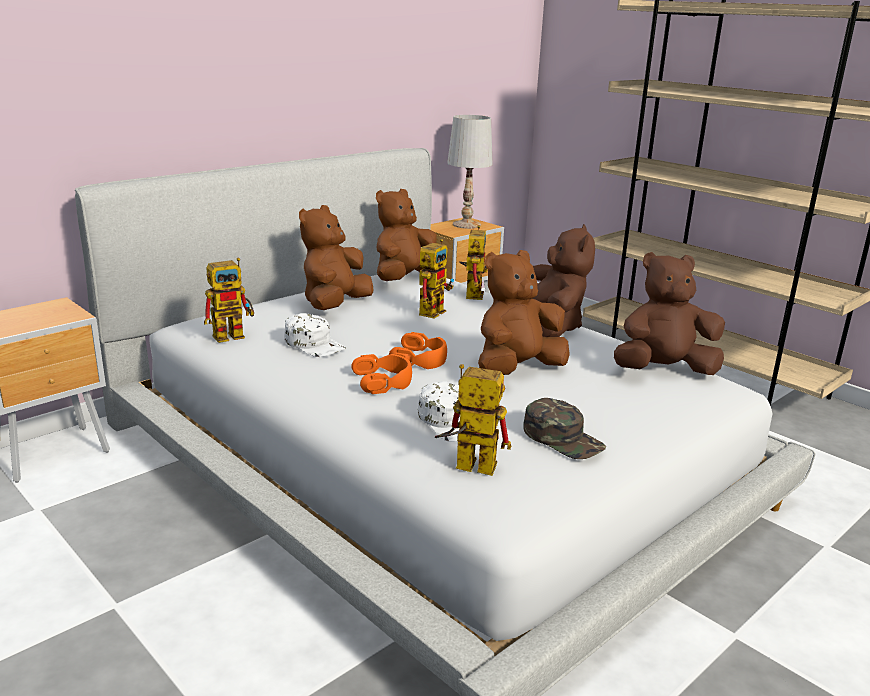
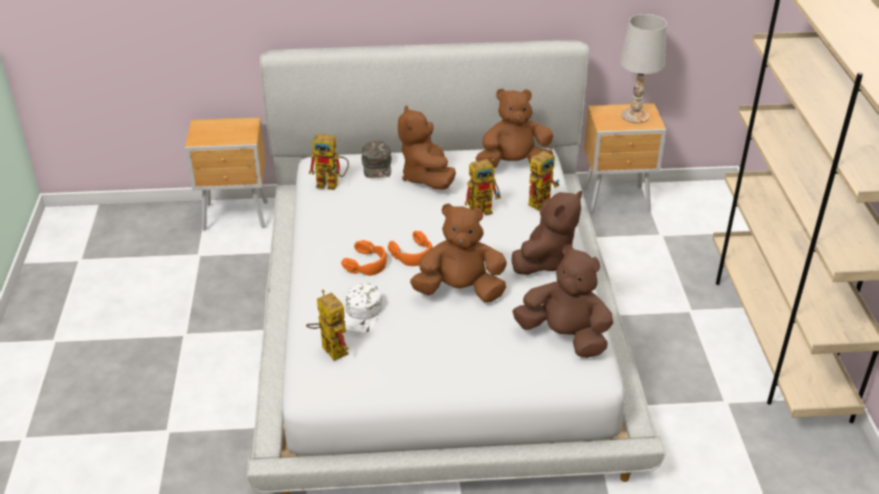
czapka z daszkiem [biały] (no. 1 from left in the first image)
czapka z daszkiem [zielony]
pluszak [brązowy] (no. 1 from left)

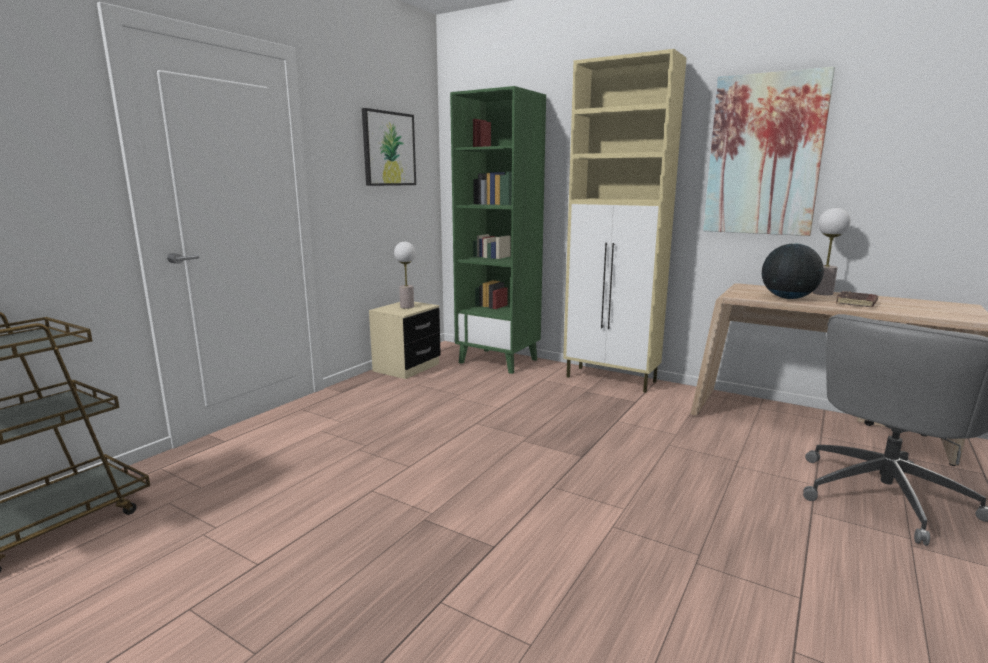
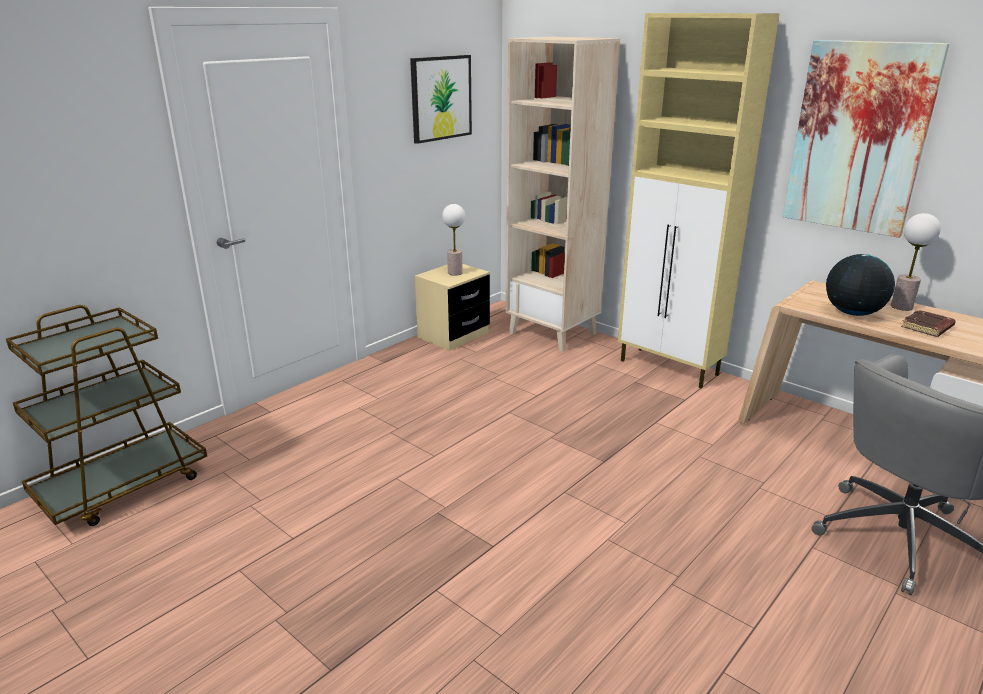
regał [beżowy]

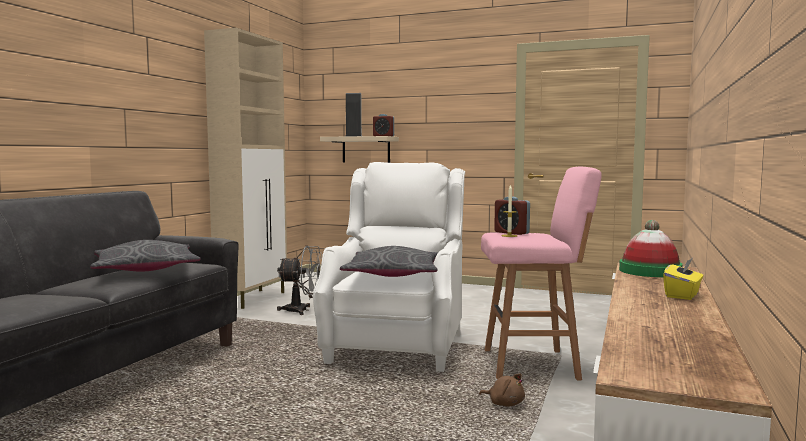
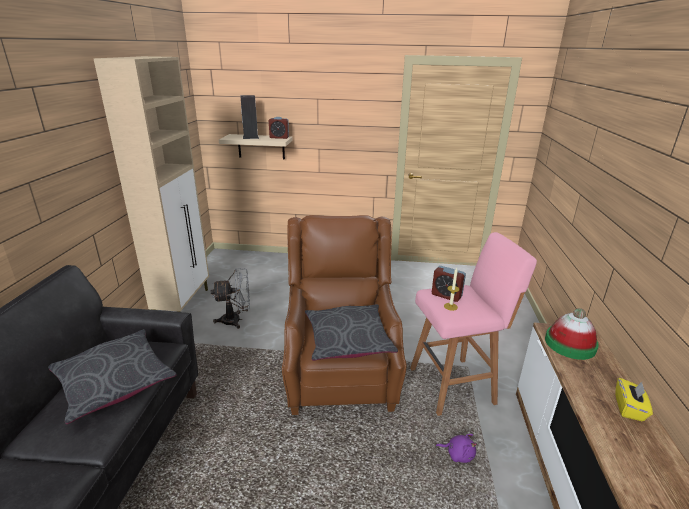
fotel [brązowy]
pluszak [fioletowy]

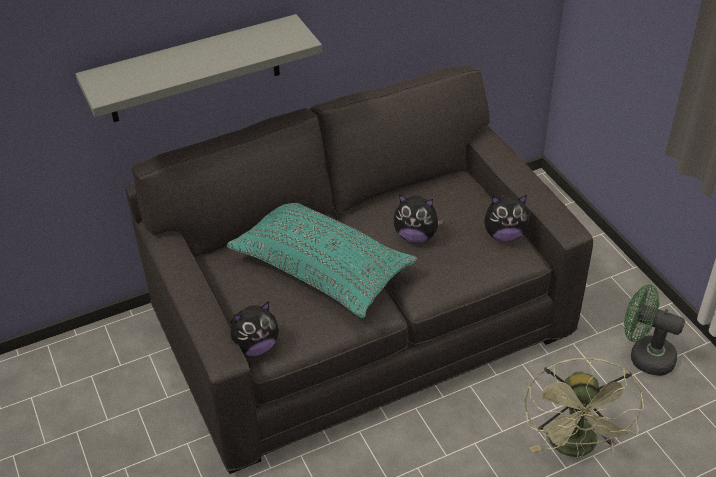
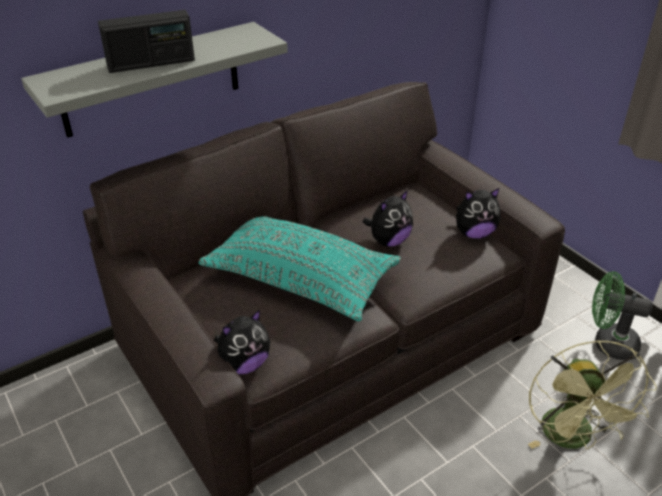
radio
pluszak (no. 2 from left)

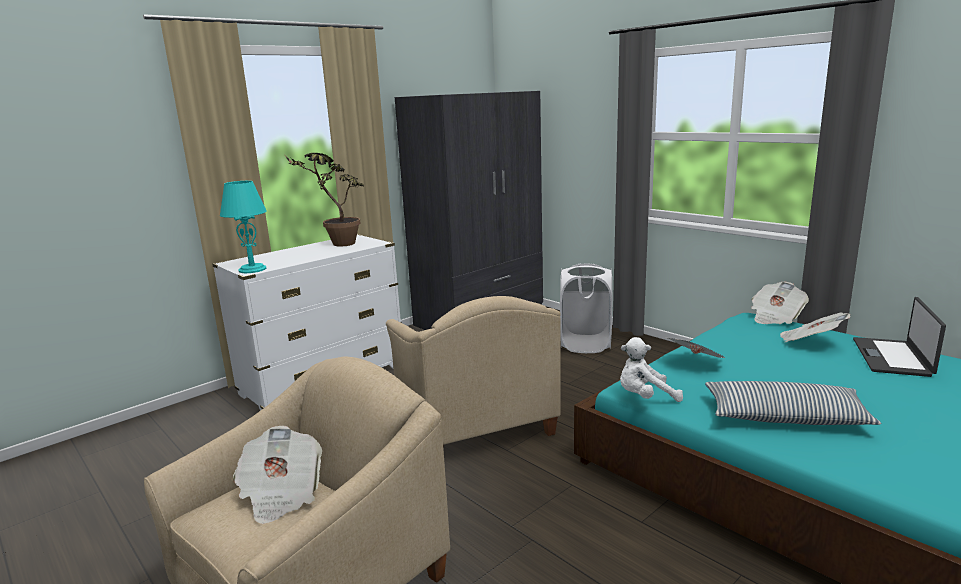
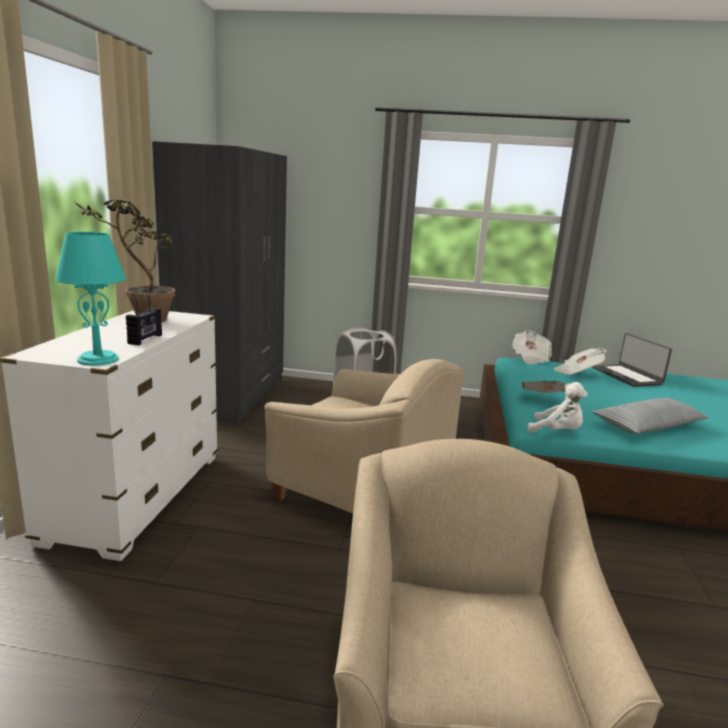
gazeta (no. 1 from left in the first image)
radio
pluszak [biały]

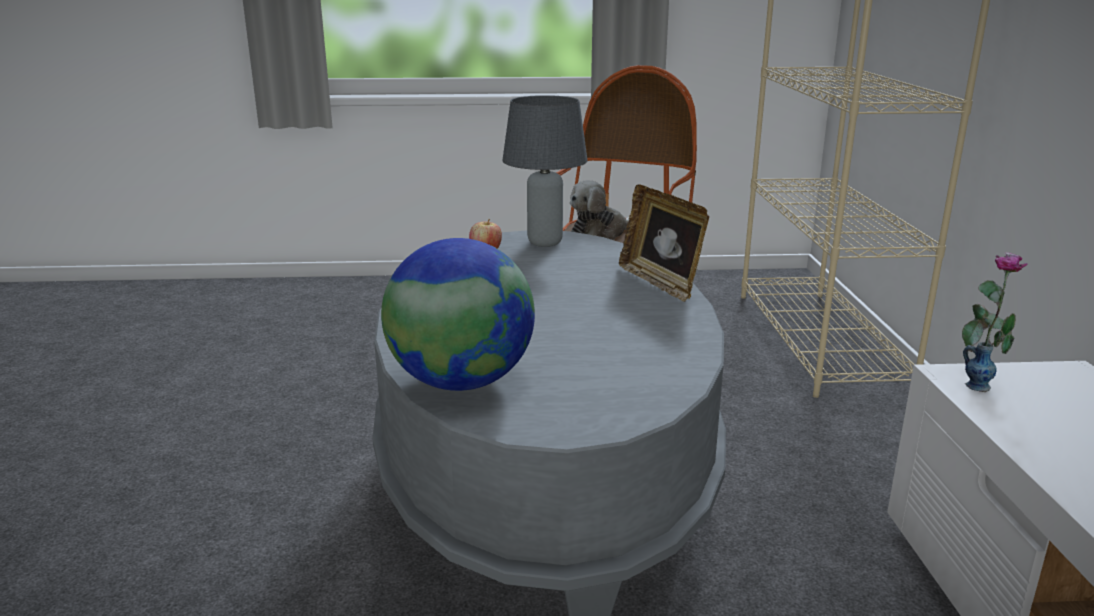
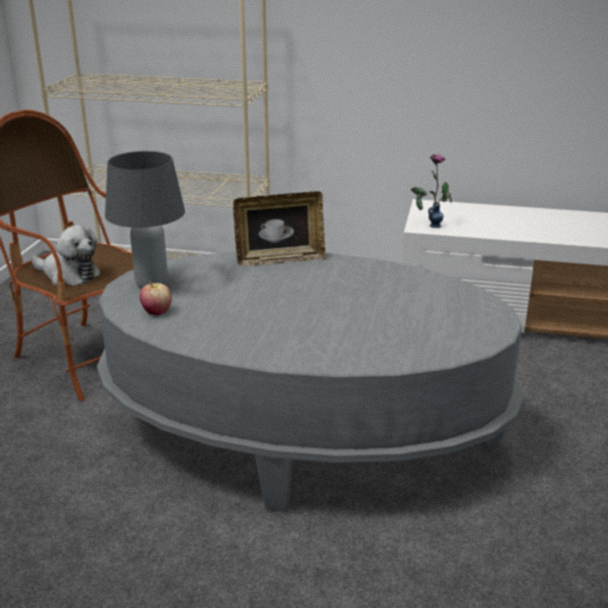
globus
pluszak

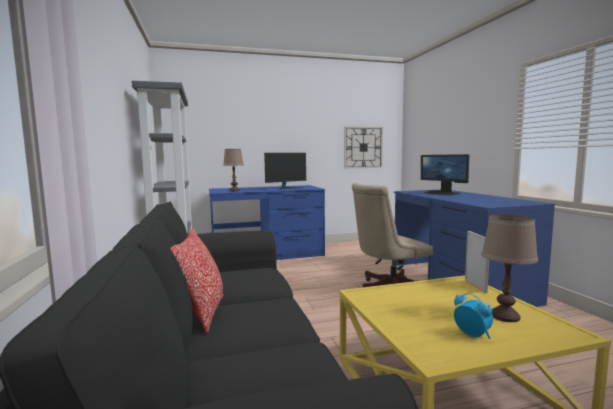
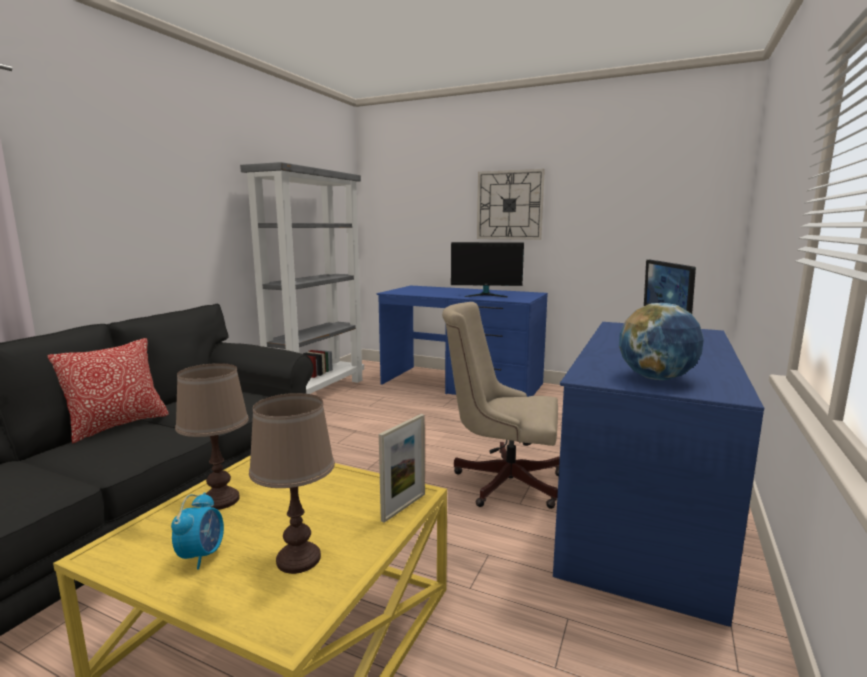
globus
lampa stołowa [brązowy] (no. 1 from left)
zegar ścienny

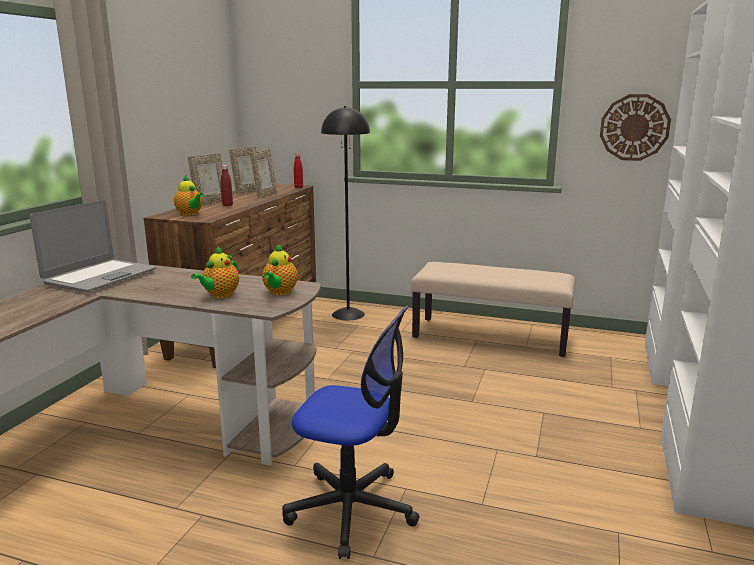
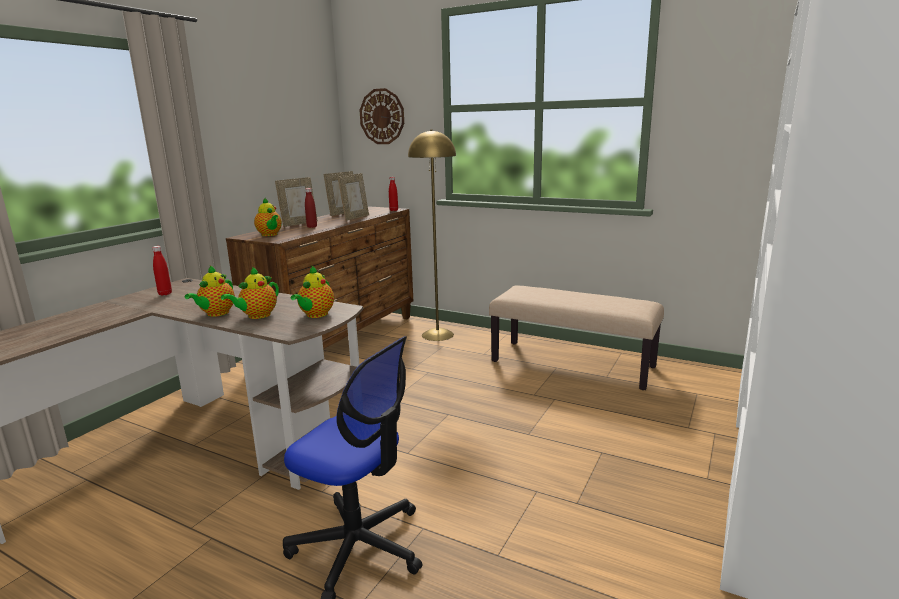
imbryk (no. 1 from left)
zegar ścienny
butelka [czerwony] (no. 1 from left)
lampa stojąca [żółty]

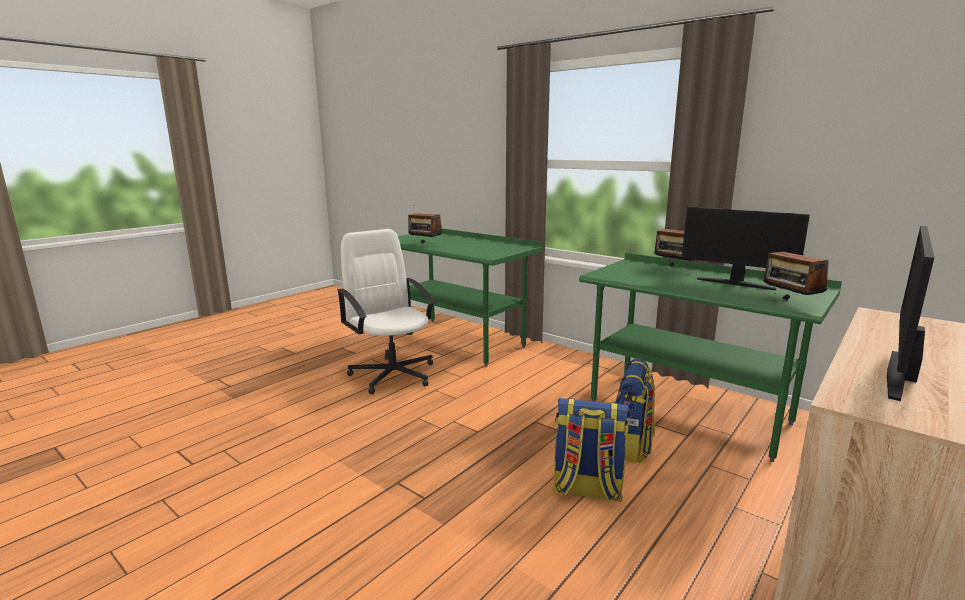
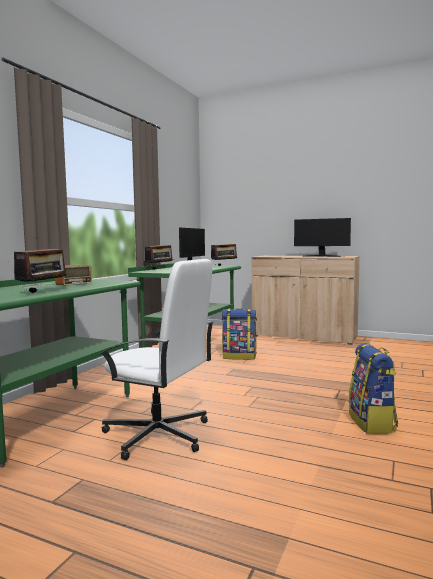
radio (no. 2 from left)
plecak (no. 2 from left)
krzesło biurowe [biały]

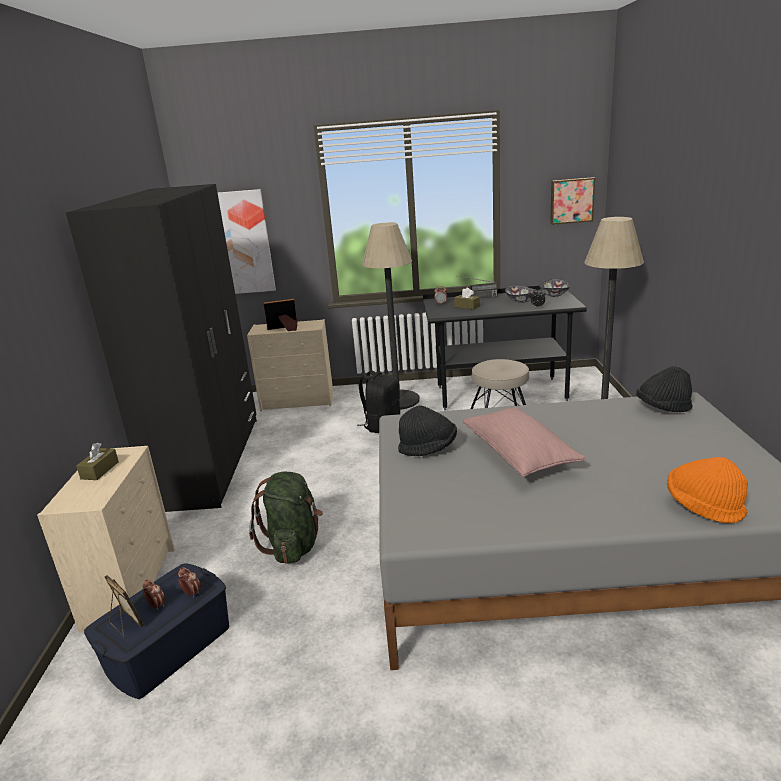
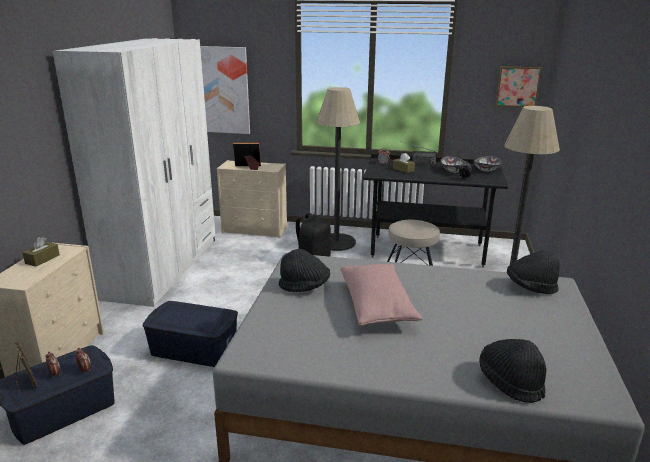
pojemnik do przechowywania [niebieski] (no. 2 from left)
szafa [biały]
kapelusz [czarny] (no. 2 from left)

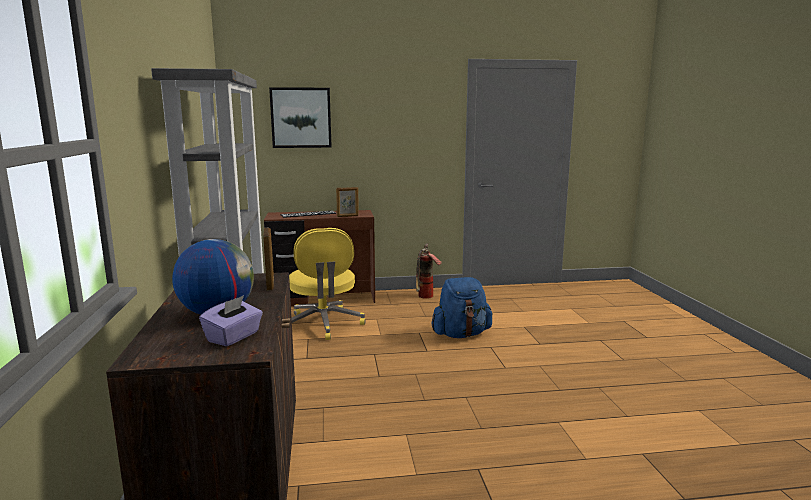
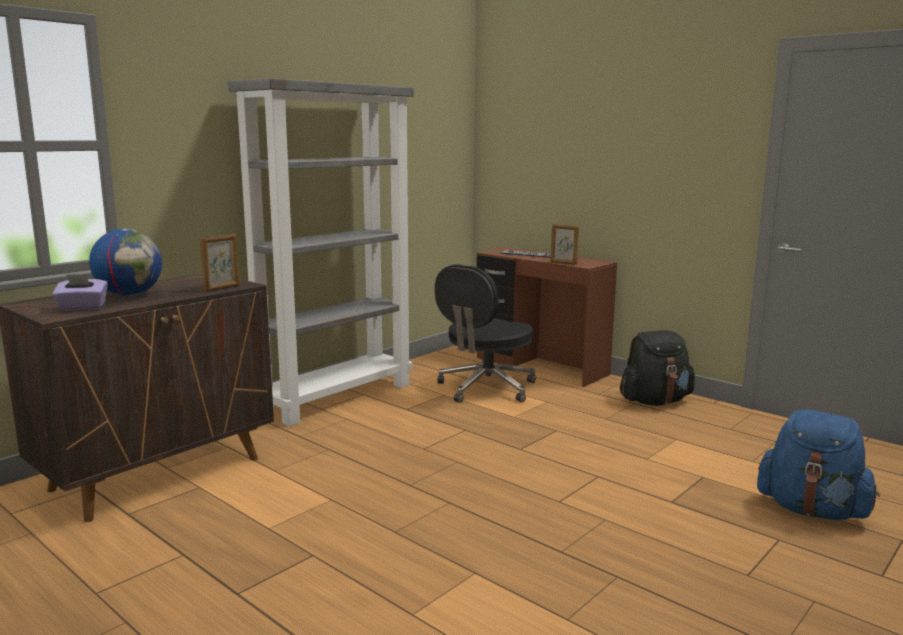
obraz
plecak [niebieski]
plecak [czarny]
krzesło biurowe [czarny]

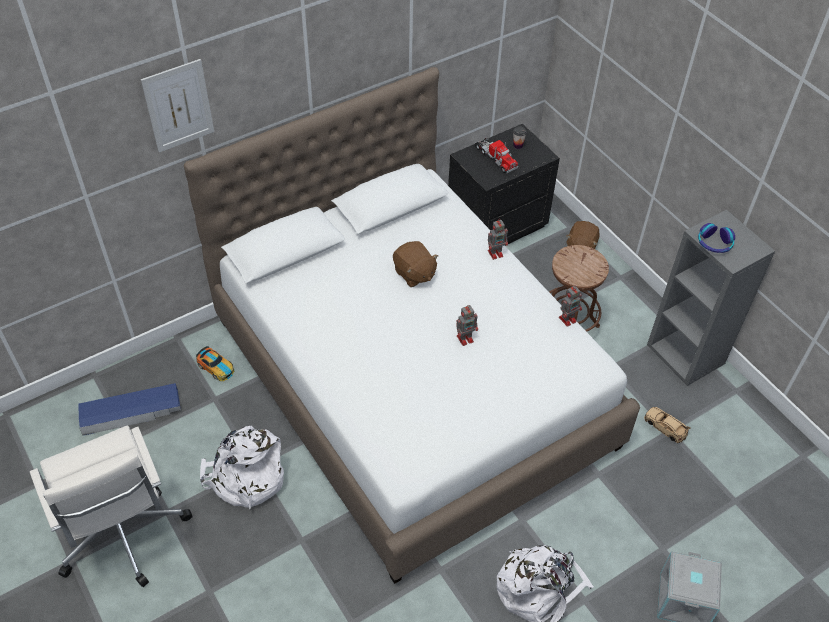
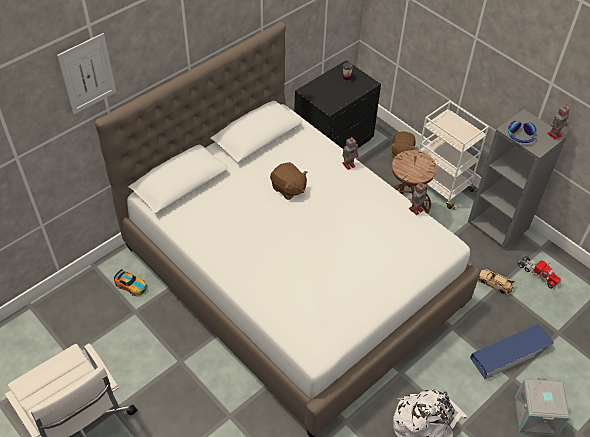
plecak [biały] (no. 1 from left in the first image)
wózek [biały]
pojemnik do przechowywania [niebieski]
robot zabawkowy (no. 3 from left)
ciężarówka zabawkowa

